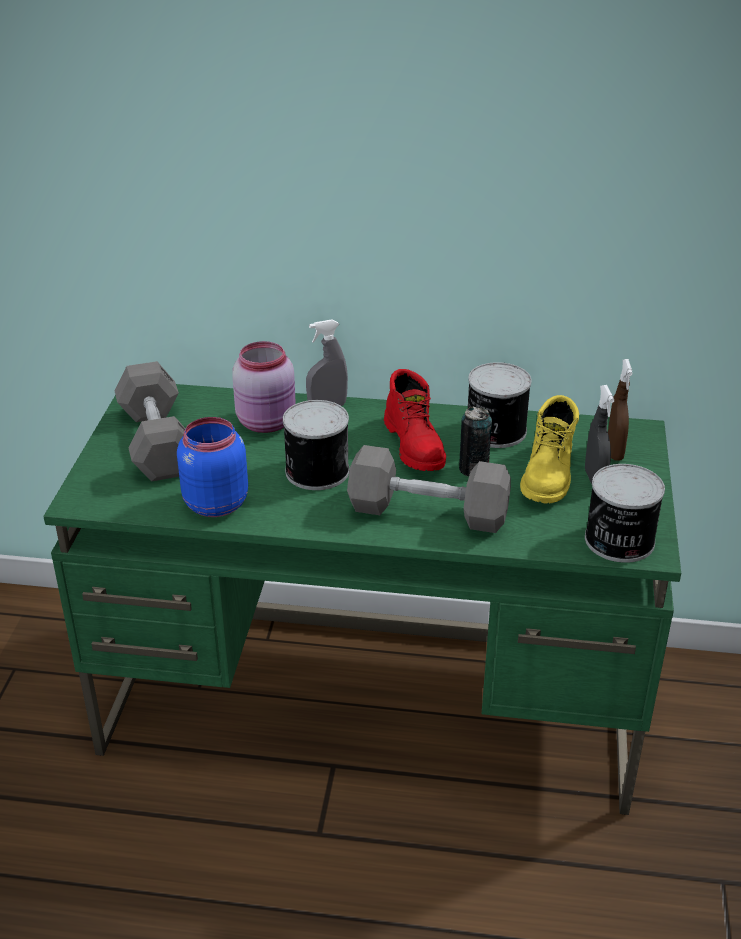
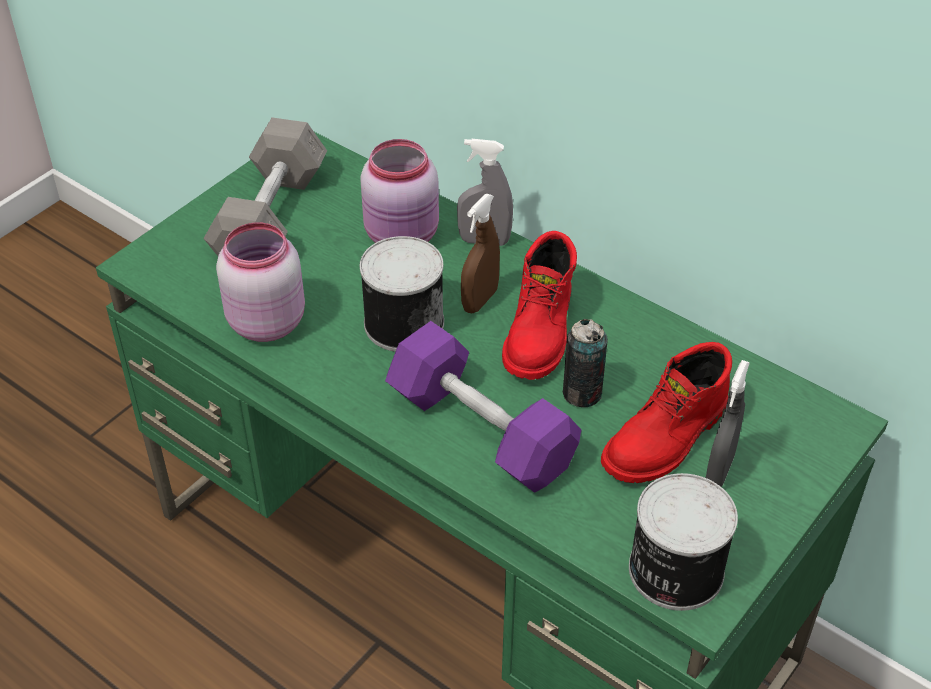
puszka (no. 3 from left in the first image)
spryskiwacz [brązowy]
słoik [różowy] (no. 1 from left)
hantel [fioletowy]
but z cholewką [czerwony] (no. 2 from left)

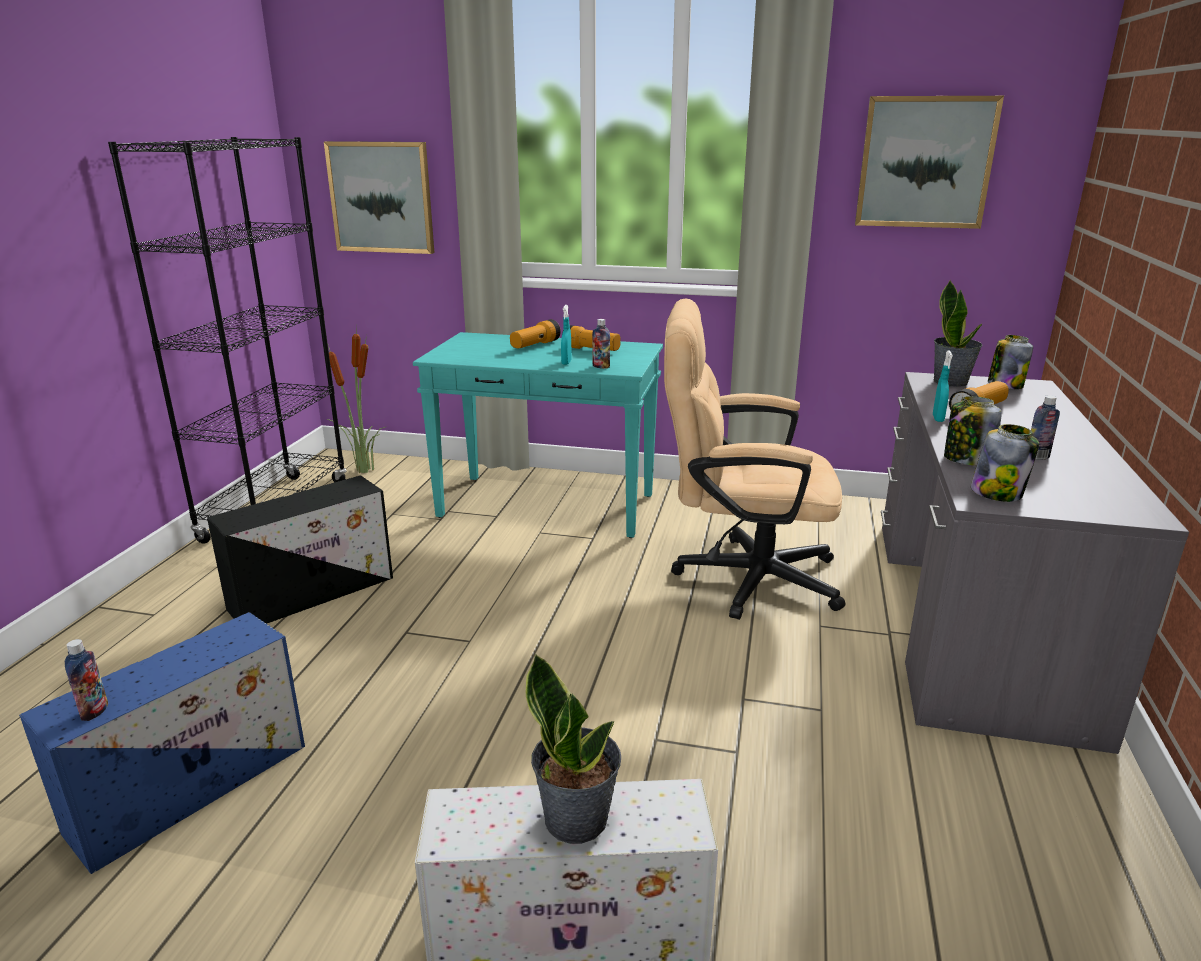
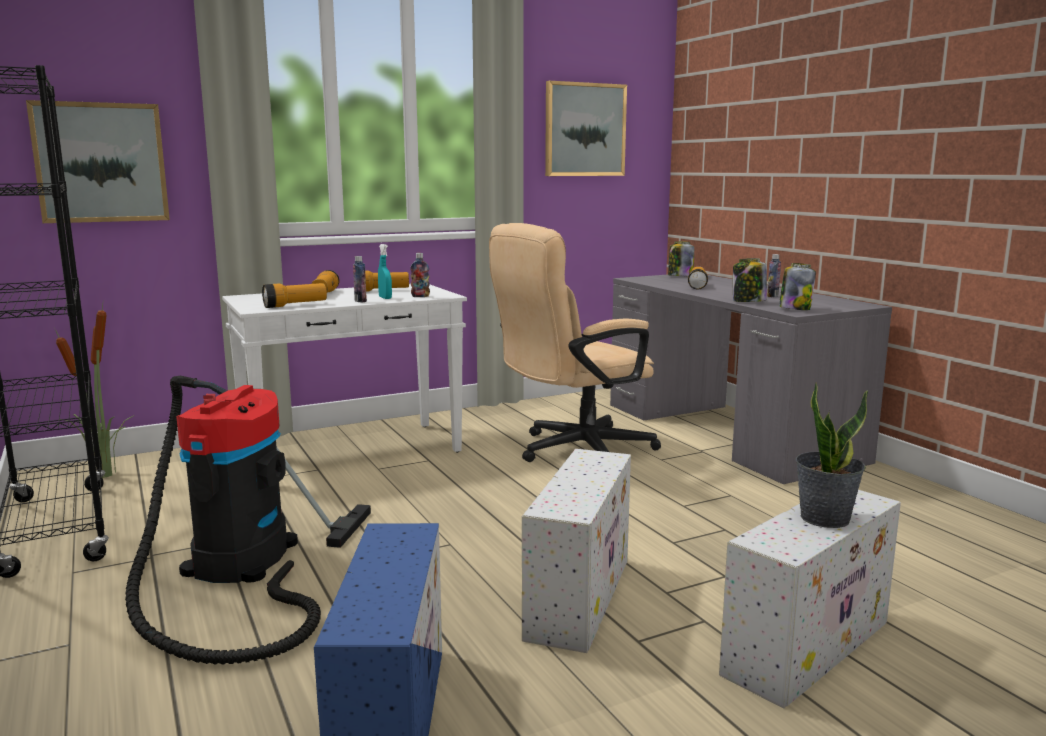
spryskiwacz [turkusowy] (no. 2 from left in the first image)
roślina doniczkowa (no. 3 from left in the first image)
latarka (no. 1 from left)
pojemnik do przechowywania [biały] (no. 1 from left)
butelka (no. 1 from left)
odkurzacz
stolik konsolowy [biały]

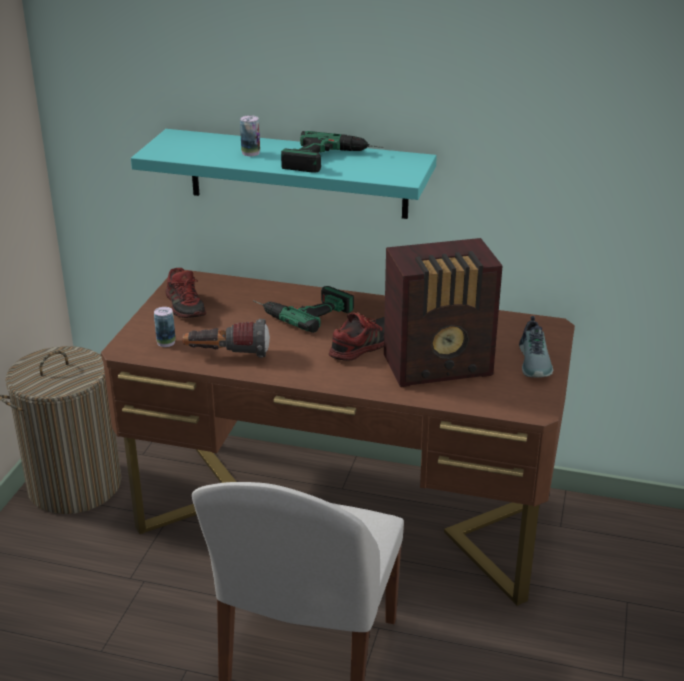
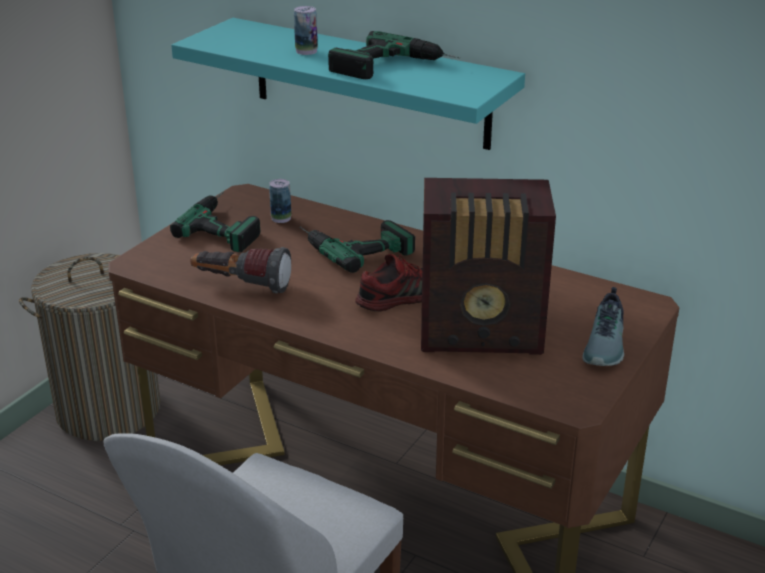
puszka (no. 1 from left)
wiertarka (no. 1 from left)

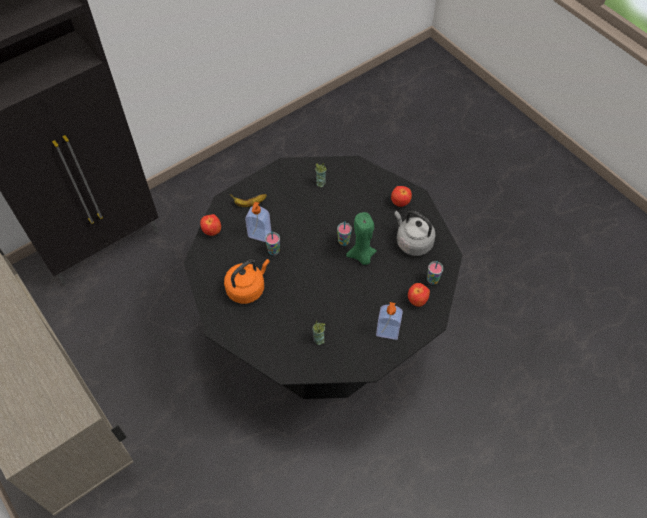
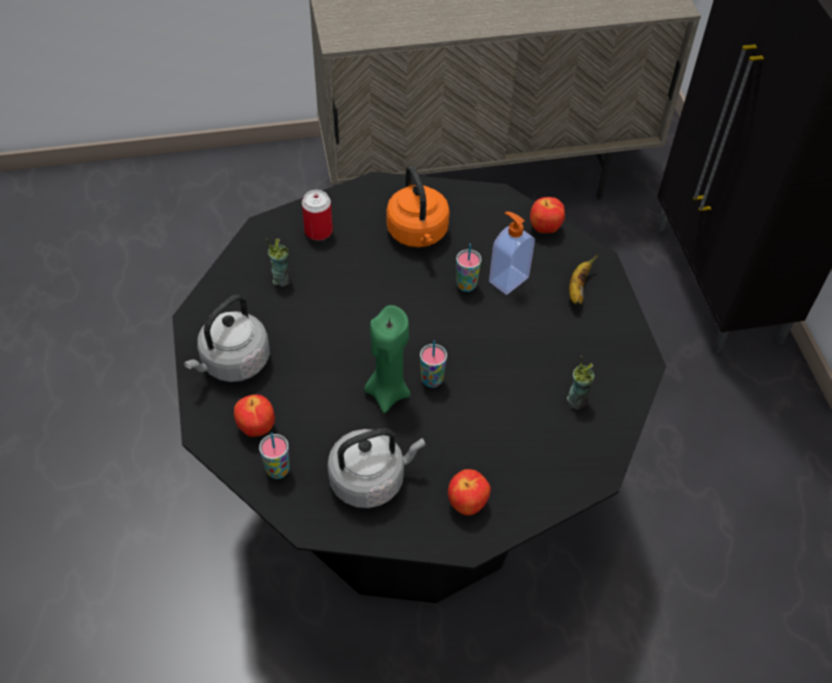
puszka
czajnik [szary] (no. 1 from left)

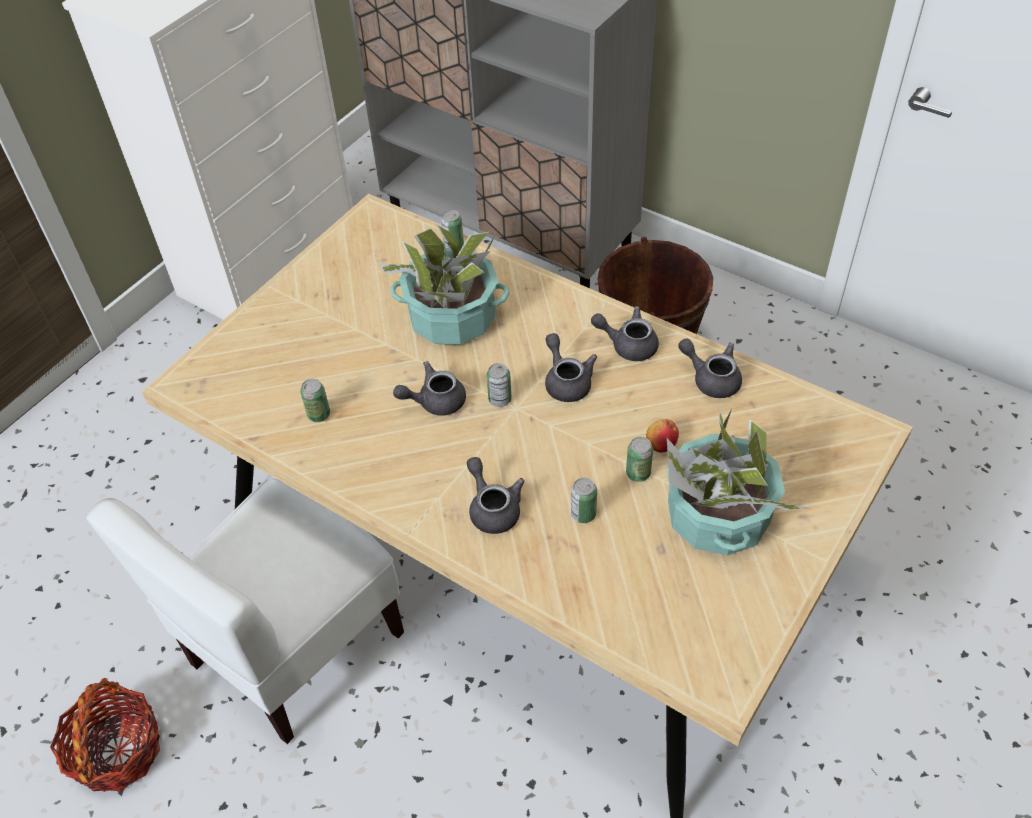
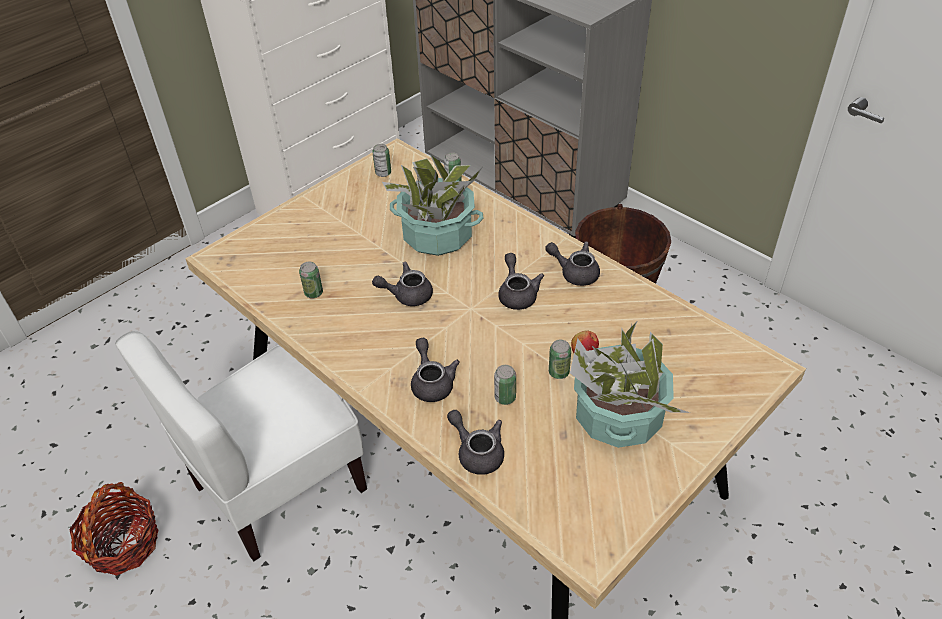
puszka (no. 2 from left)
imbryk [szary] (no. 3 from left)

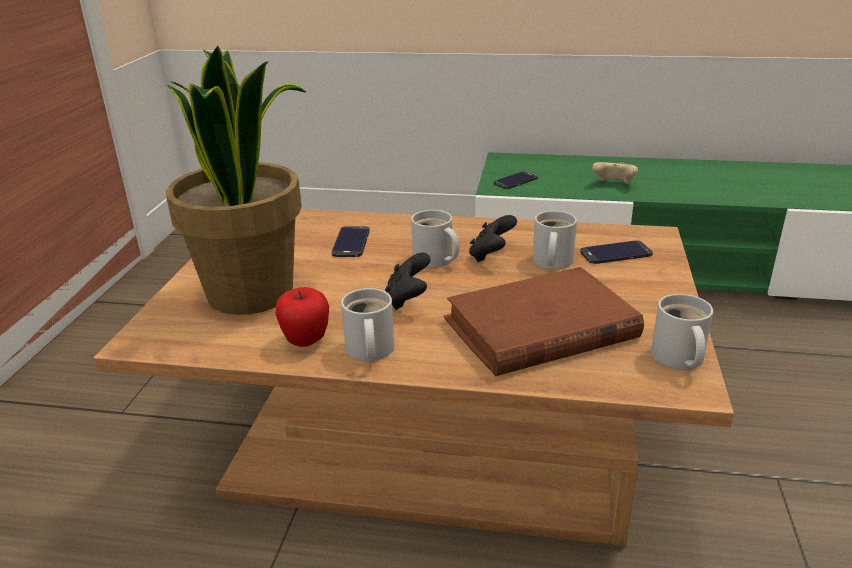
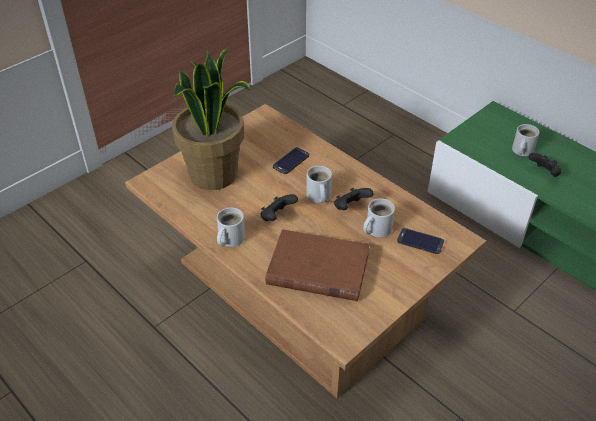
jabłko
telefon (no. 2 from left in the first image)
kubek [biały] (no. 4 from left)
pad do gier [czarny] (no. 3 from left)

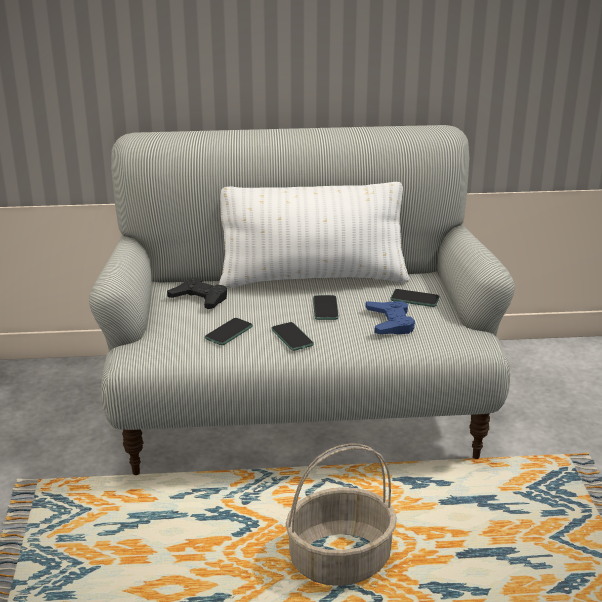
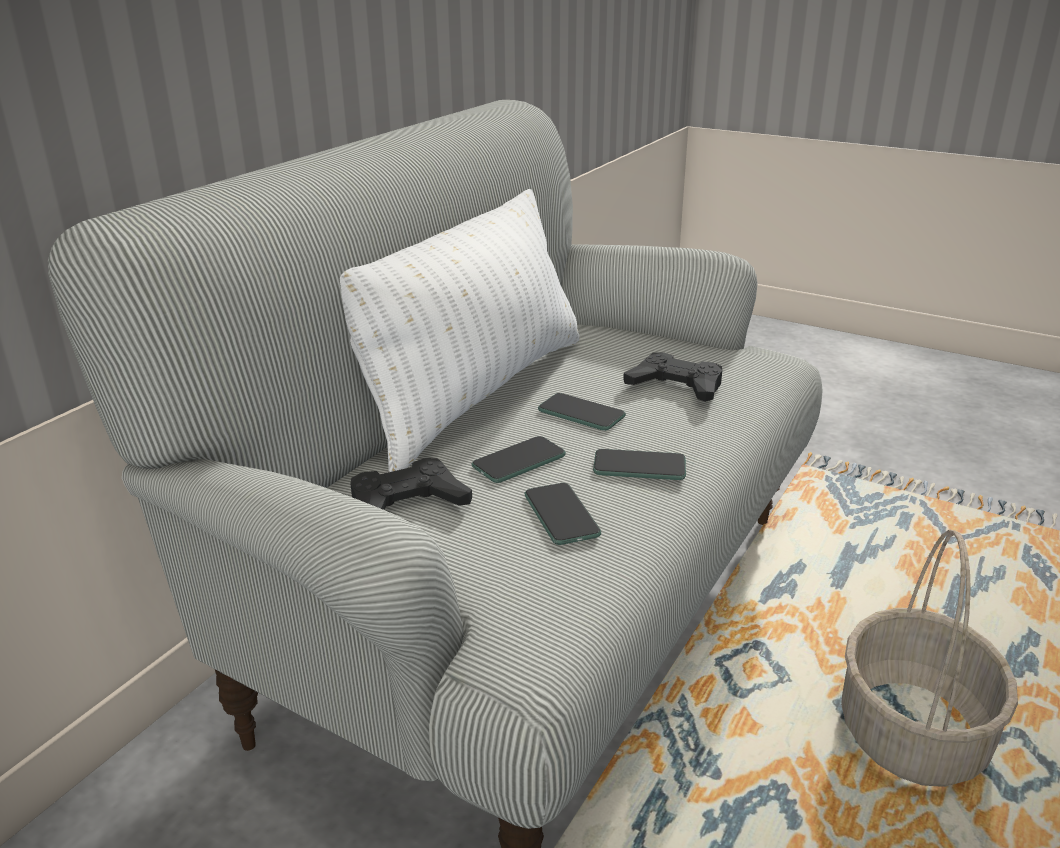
telefon (no. 1 from left)
pad do gier [czarny] (no. 2 from left)

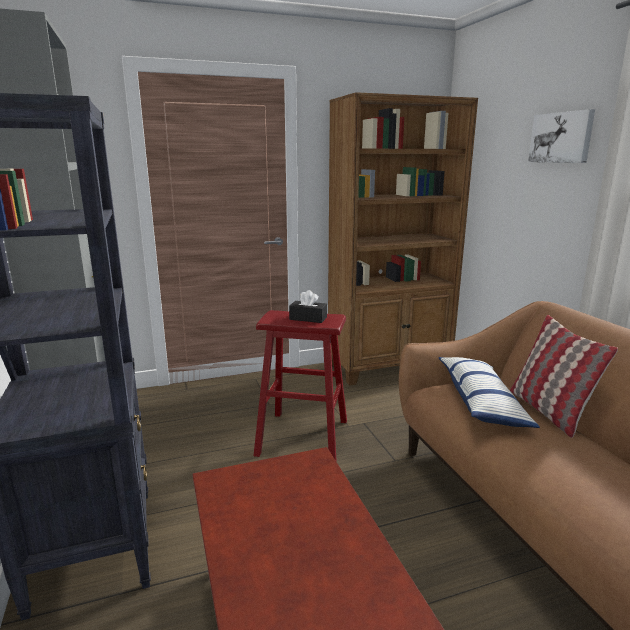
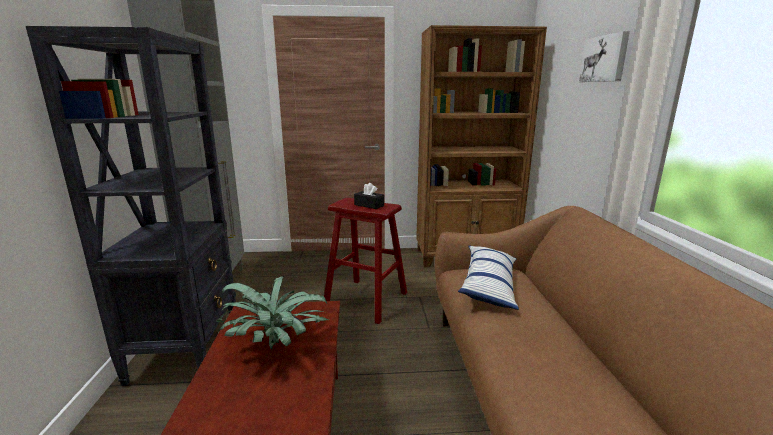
poduszka (no. 2 from left in the first image)
roślina doniczkowa

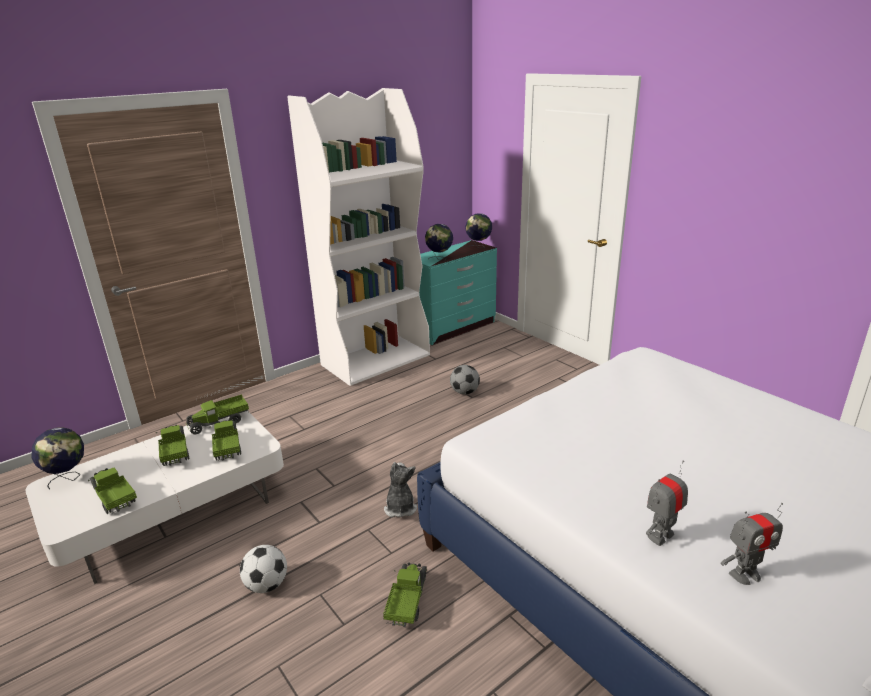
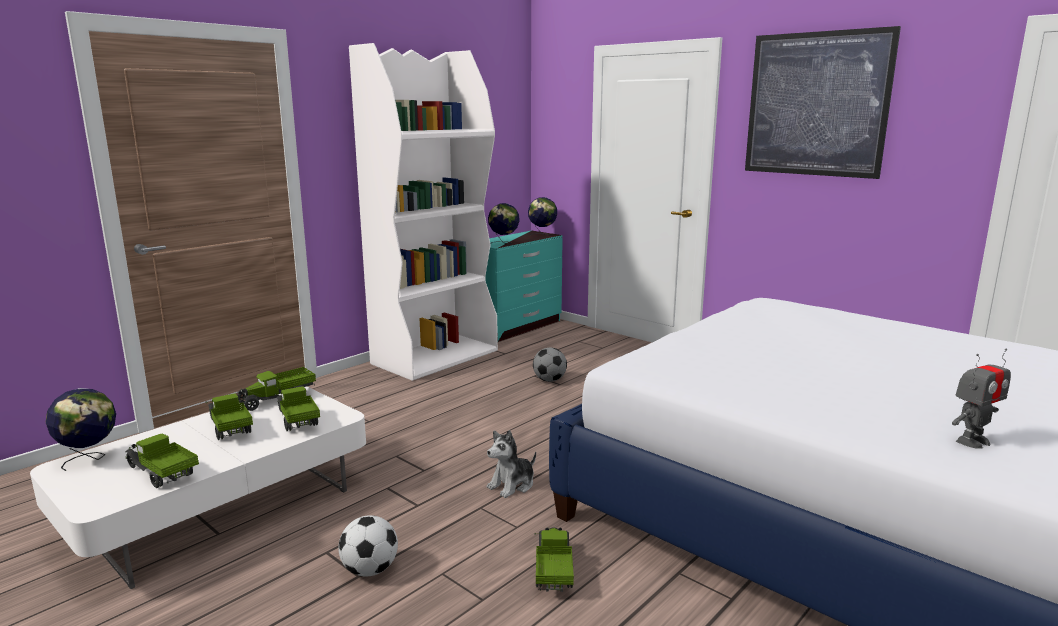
robot zabawkowy (no. 1 from left in the first image)
obraz
pluszak

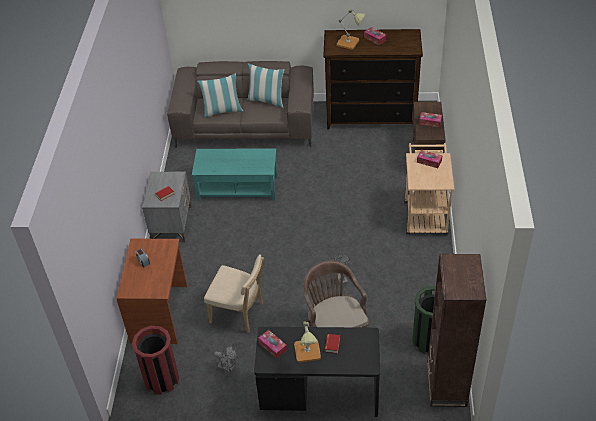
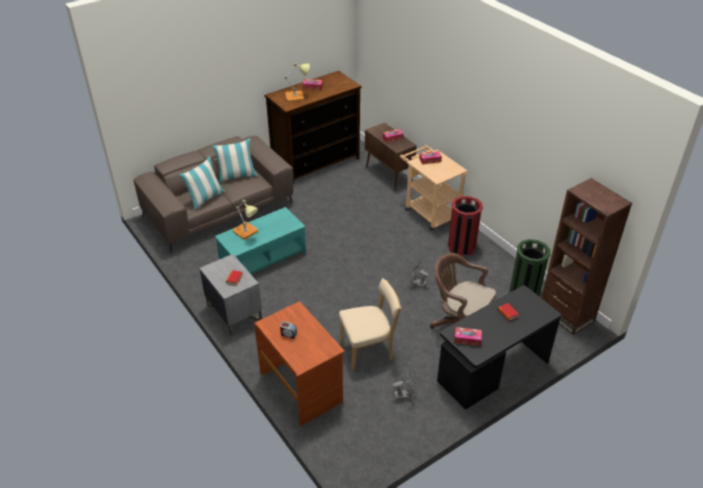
kosz na śmieci [czerwony]
lampa stołowa (no. 1 from left)

